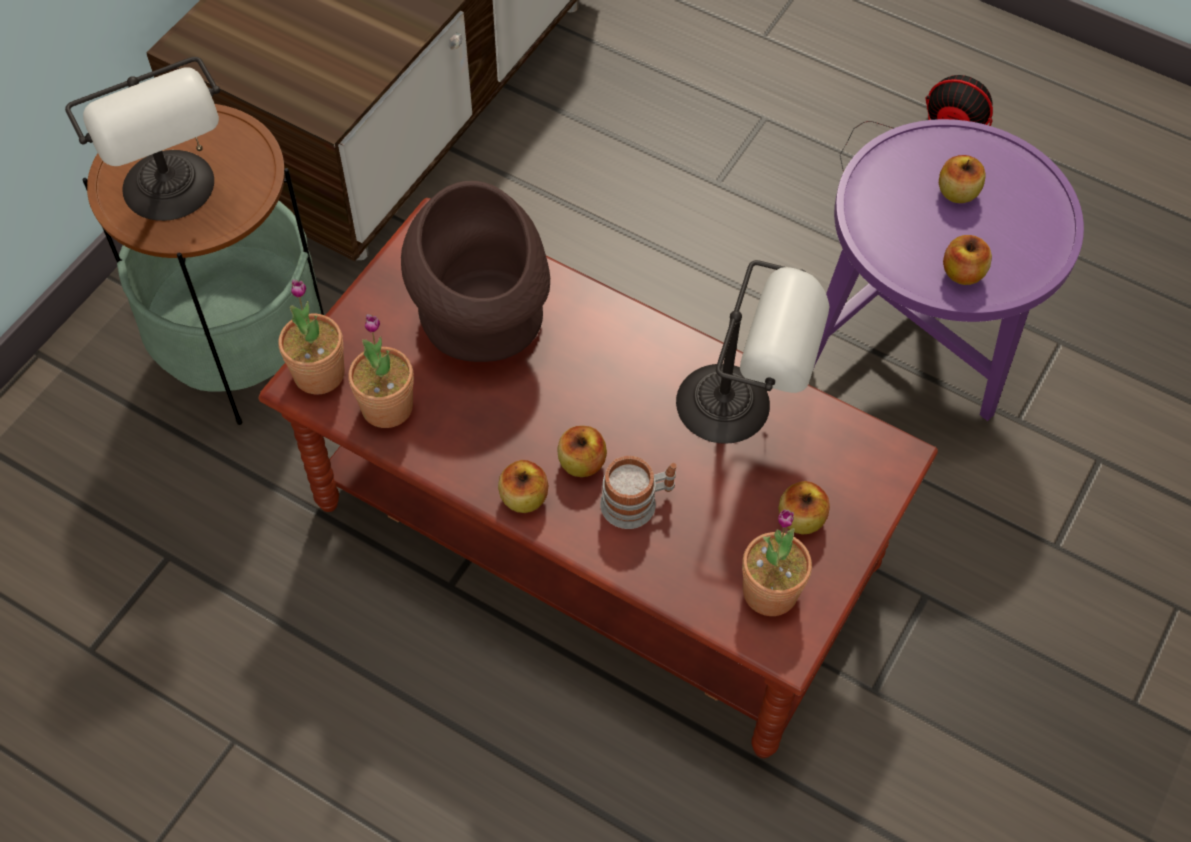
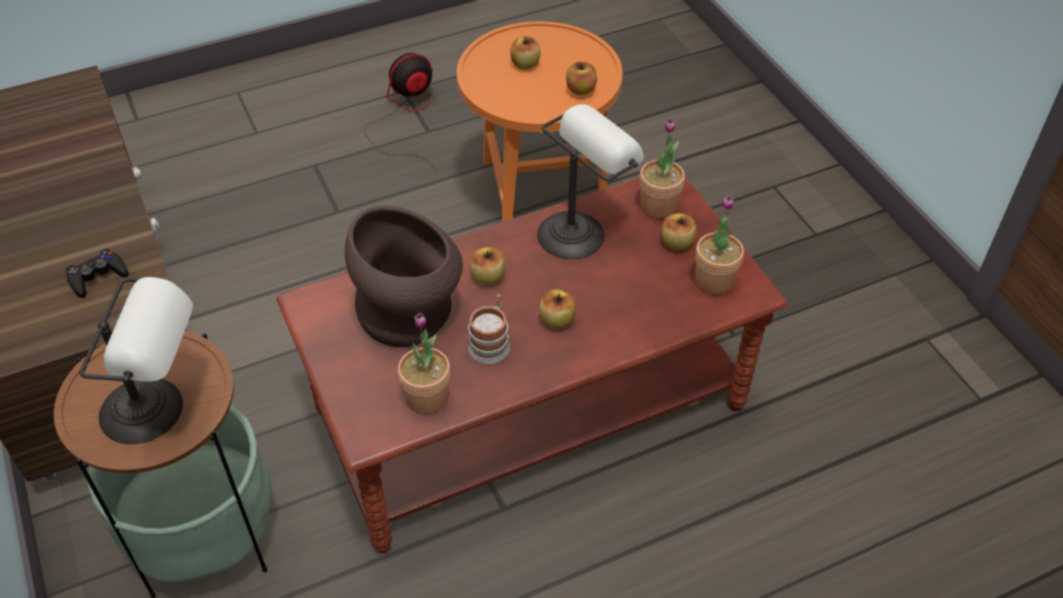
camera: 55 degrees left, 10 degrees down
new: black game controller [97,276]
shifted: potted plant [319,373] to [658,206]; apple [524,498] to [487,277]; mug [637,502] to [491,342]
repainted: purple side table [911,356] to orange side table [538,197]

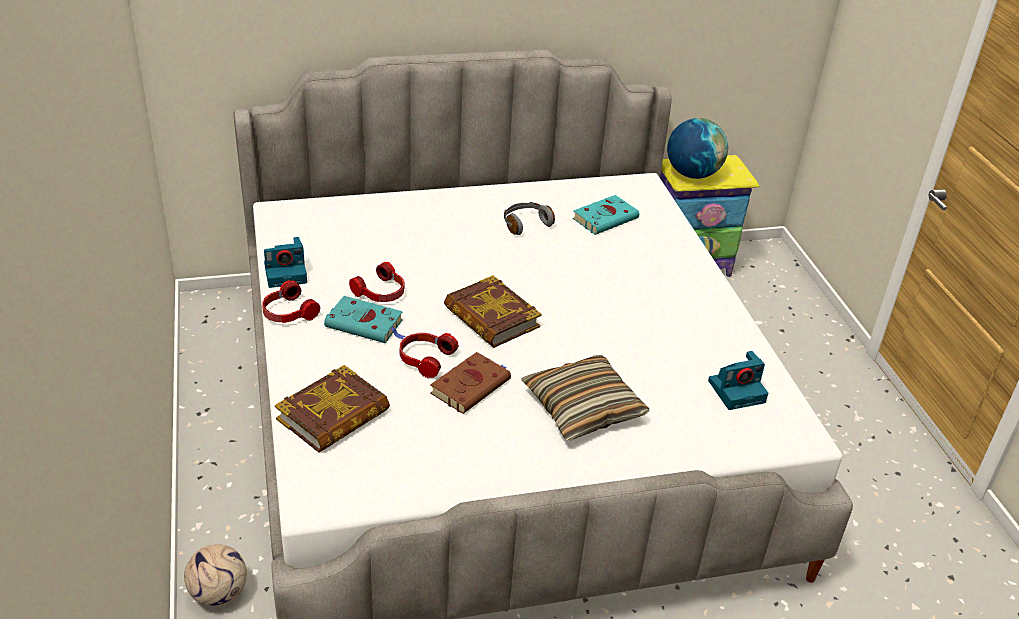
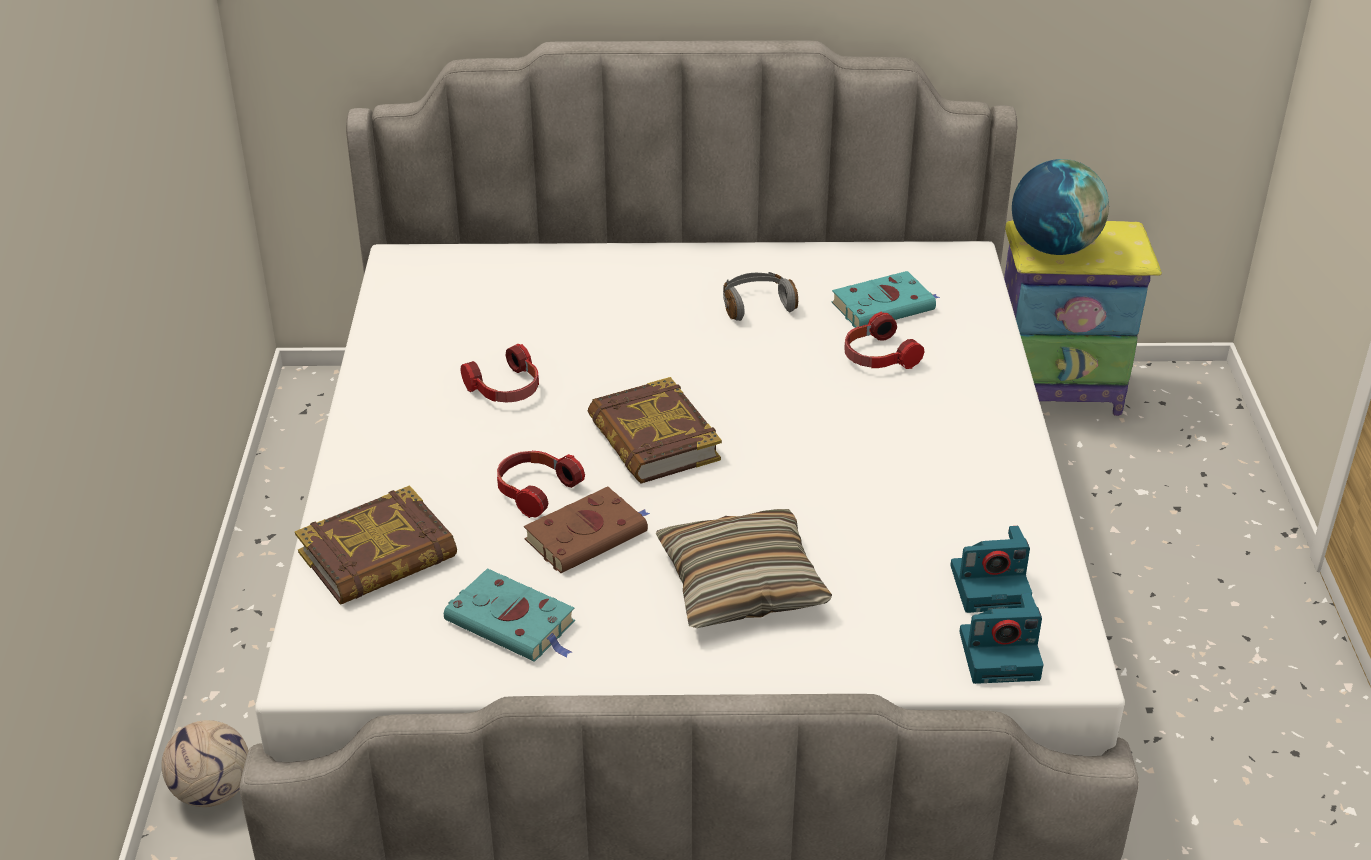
camera: 15 degrees right, 0 degrees up
shifted: headphones [288,313] to [877,357]; photo camera [286,273] to [1001,654]; turquoise book [366,324] to [513,623]

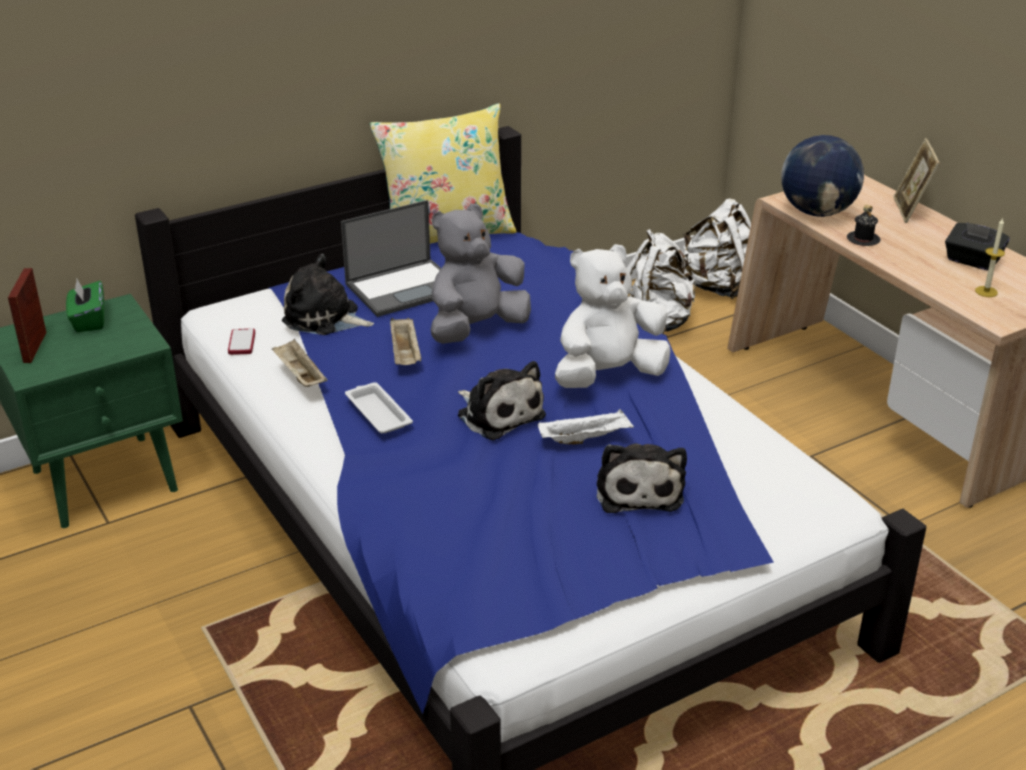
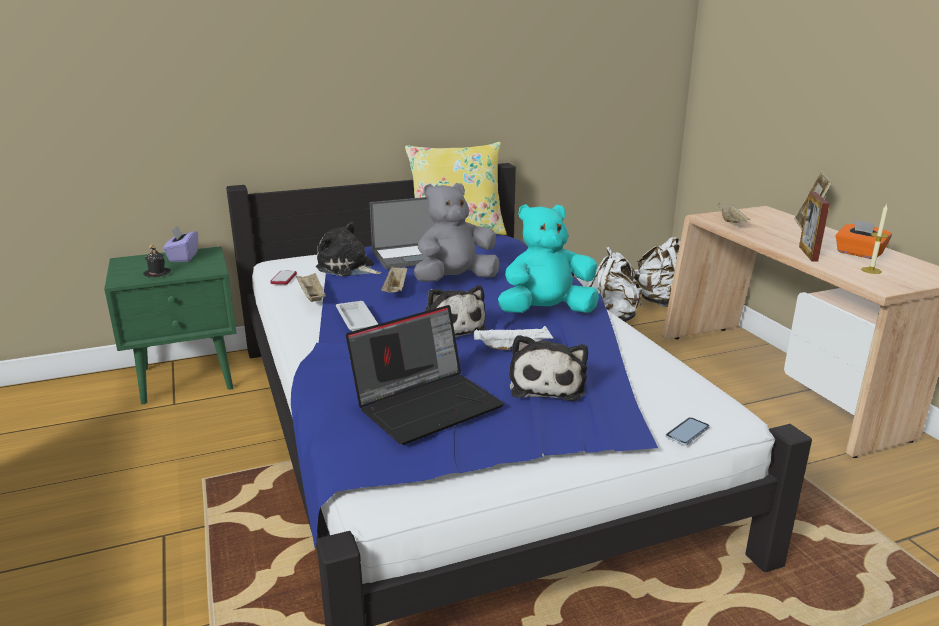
camera: 10 degrees right, 10 degrees down
new: laptop [428,404]; phone [687,432]
shifted: picture frame [35,347] to [808,254]; black mug [863,240] to [157,273]
swapped: globe [817,212] to beige tray [732,223]
repainted: green tissue box [89,320] to purple tissue box [183,257]; white plush toy [608,375] to turquoise plush toy [546,312]; black tissue box [972,261] to orange tissue box [859,253]

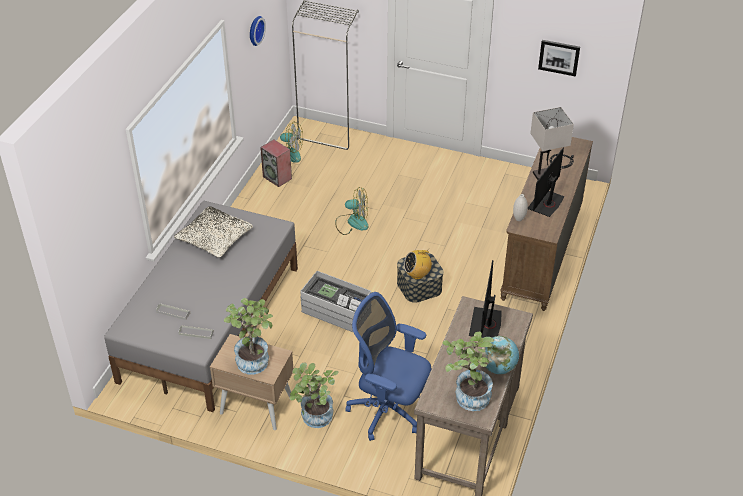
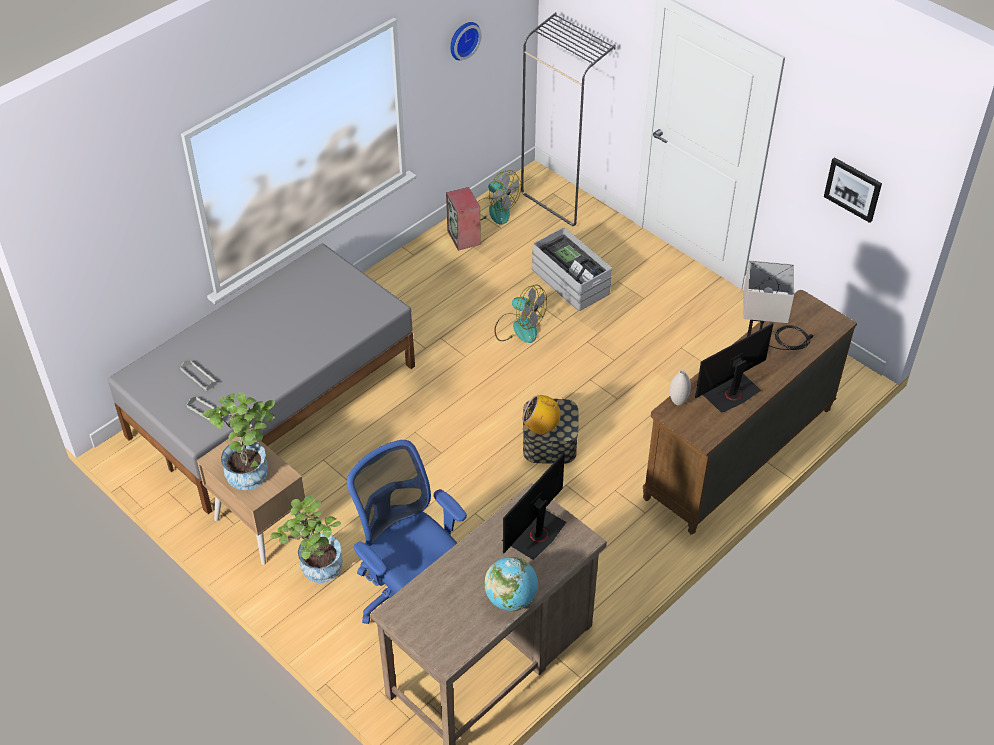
camera: 25 degrees right, 5 degrees up
gone: beige pillow [214,238]; potted plant [467,396]
shifted: grey storage box [336,311] to [571,280]

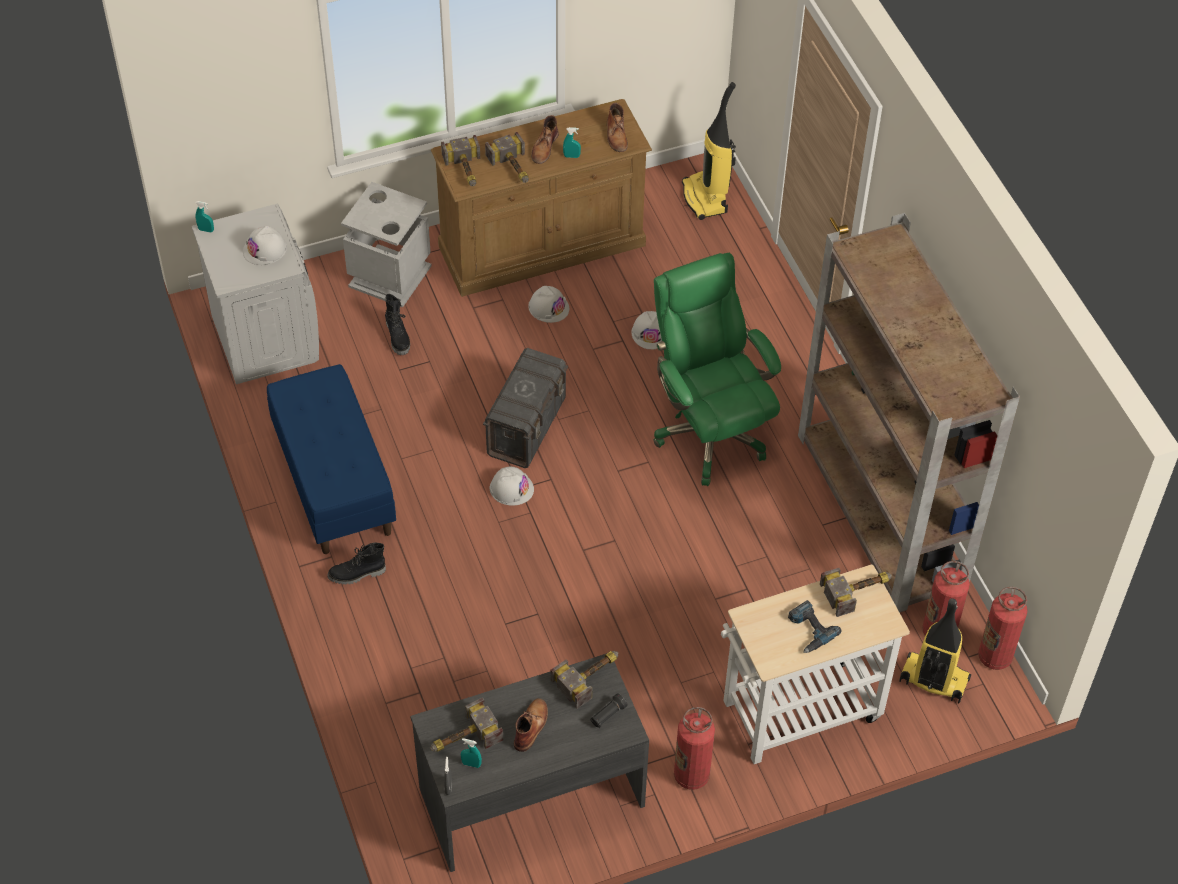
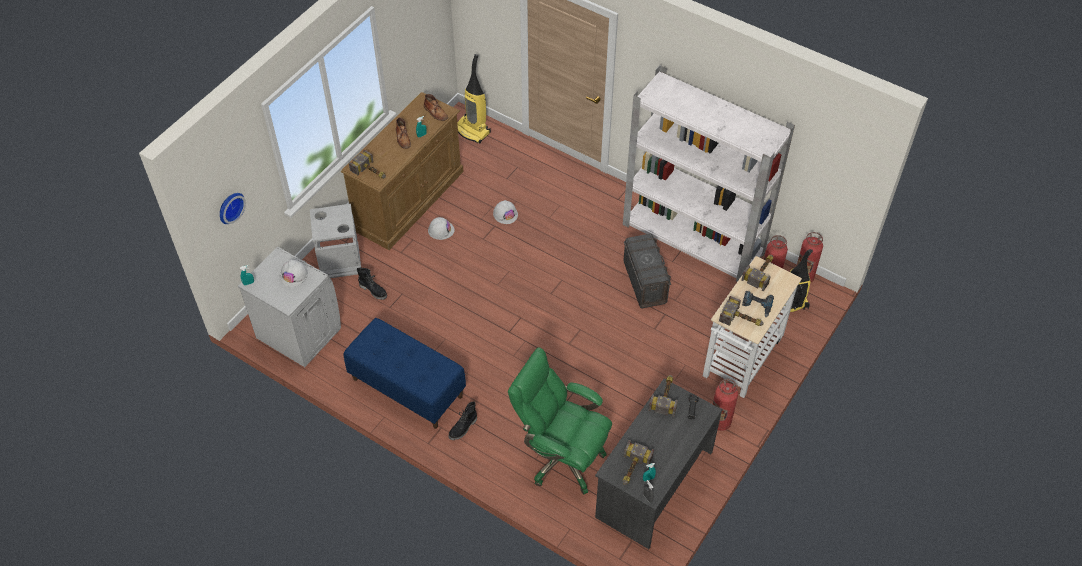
camera: 35 degrees left, 0 degrees up
gone: white hard hat [511,488]; brown boot [531,726]
new: wall clock [229,207]
shifted: grey storage box [527,426] to [645,282]; hammer [514,168] to [743,320]; green office chair [709,431] to [561,457]
repainted: brown bookcase [880,511] to white bookcase [693,239]

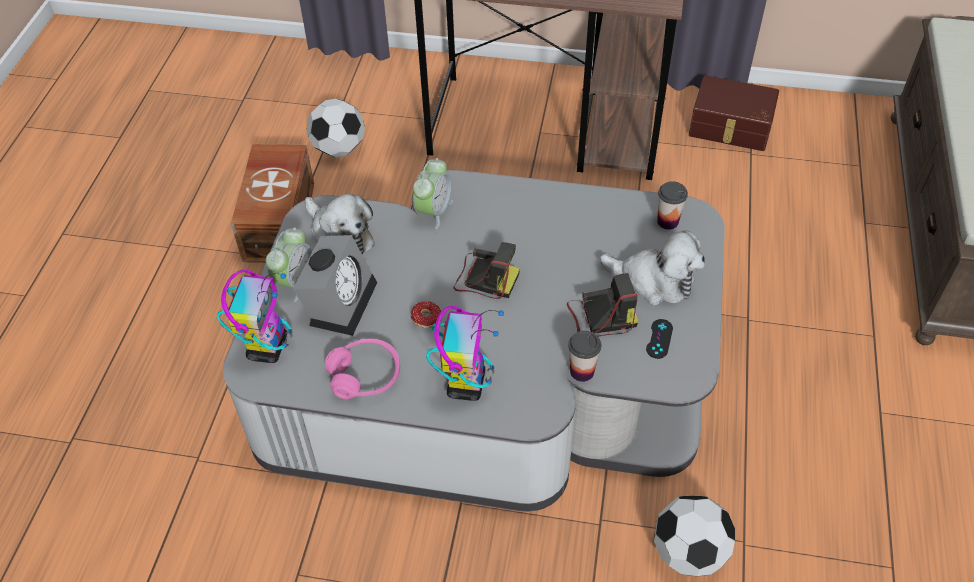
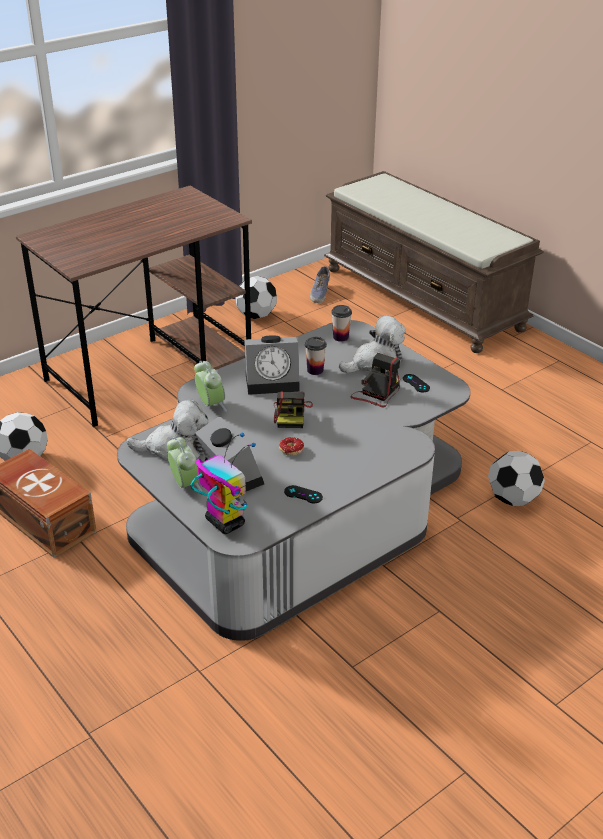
camera: 50 degrees left, 15 degrees down
gone: toy robot [466,383]
new: alarm clock [274,381]; shoe [319,292]
shifted: cup [582,371] to [315,370]
swapped: pink headphones [365,376] to black game controller [303,494]; brown storage box [730,127] to football [256,316]
rotated: photo camera [485,278] = [291,414] 120 degrees clockwise

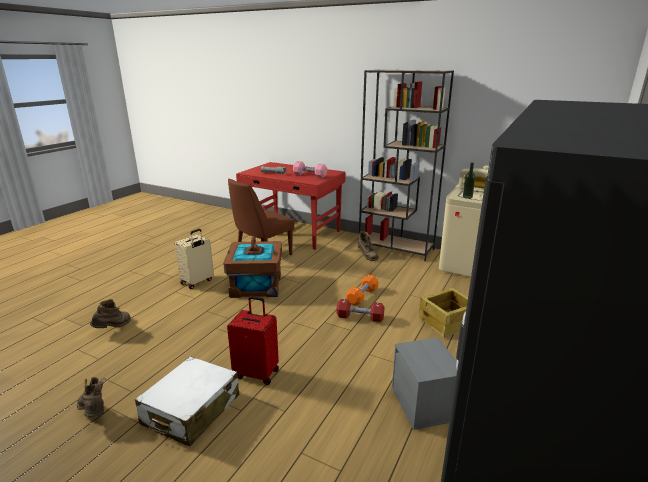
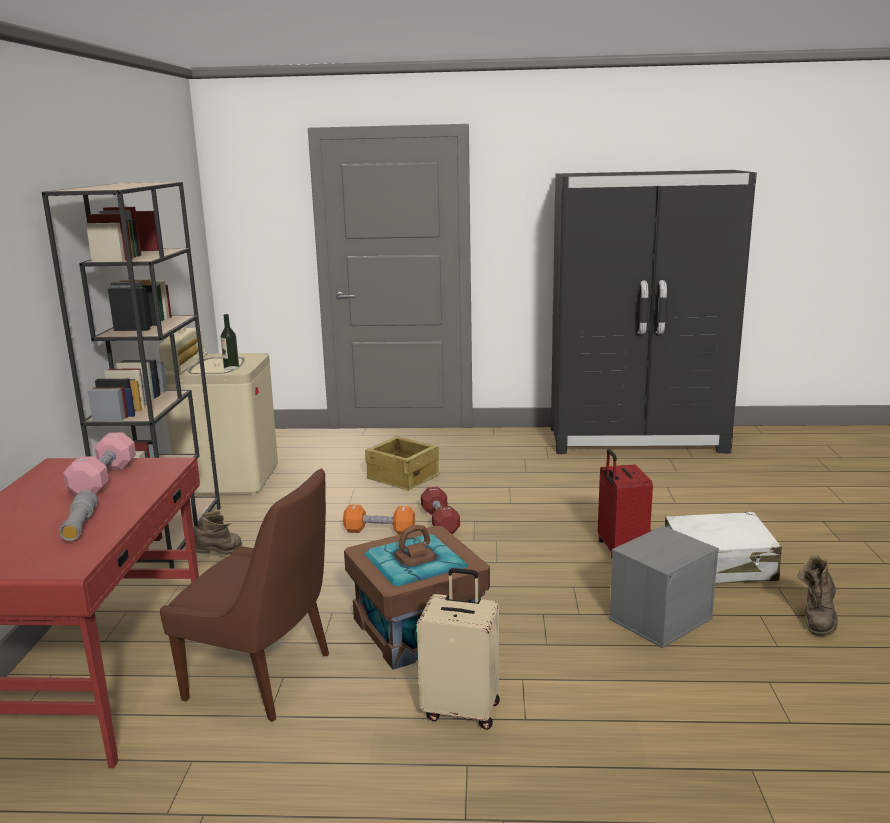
camera: 115 degrees left, 5 degrees down
gone: brown boot [113,328]
shifted: grey storage box [425,404] to [660,618]

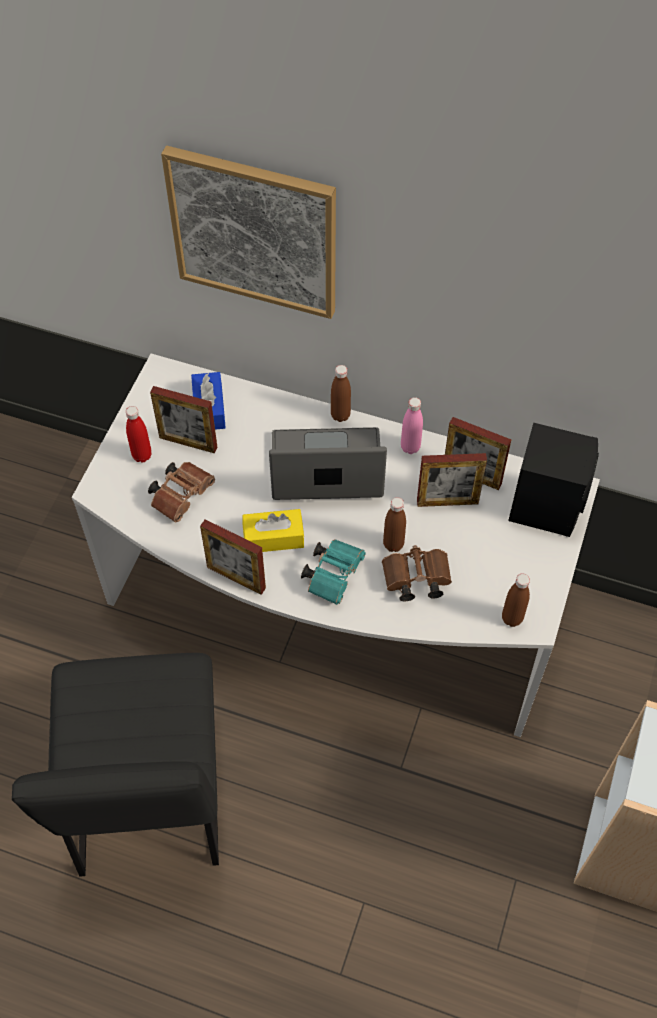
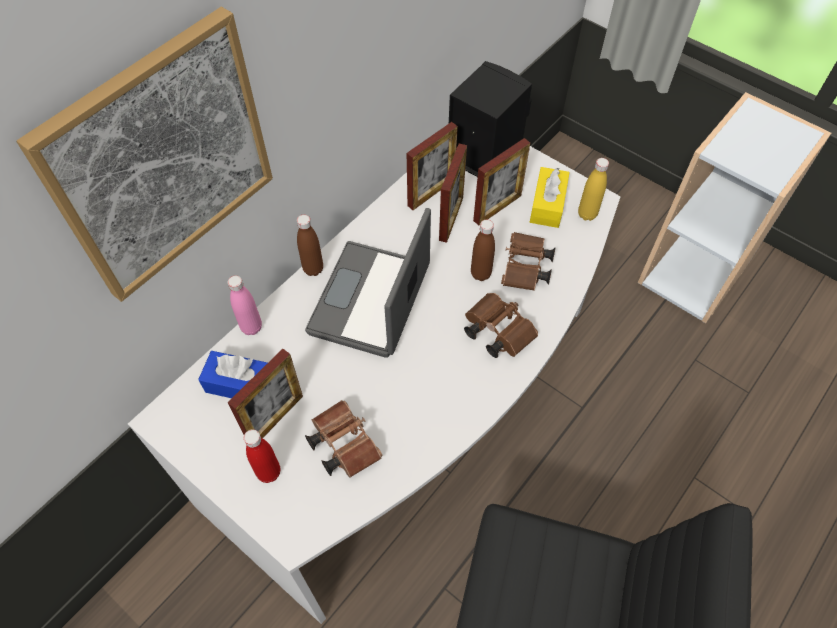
camera: 70 degrees left, 0 degrees up
shifted: picture frame [236,577] to [497,208]; yellow tissue box [273,537] to [547,205]; pink bottle [410,447] to [251,327]
repainted: turquoise binoculars [334,574] to brown binoculars [495,331]; brown bottle [512,618] to yellow bottle [587,214]

